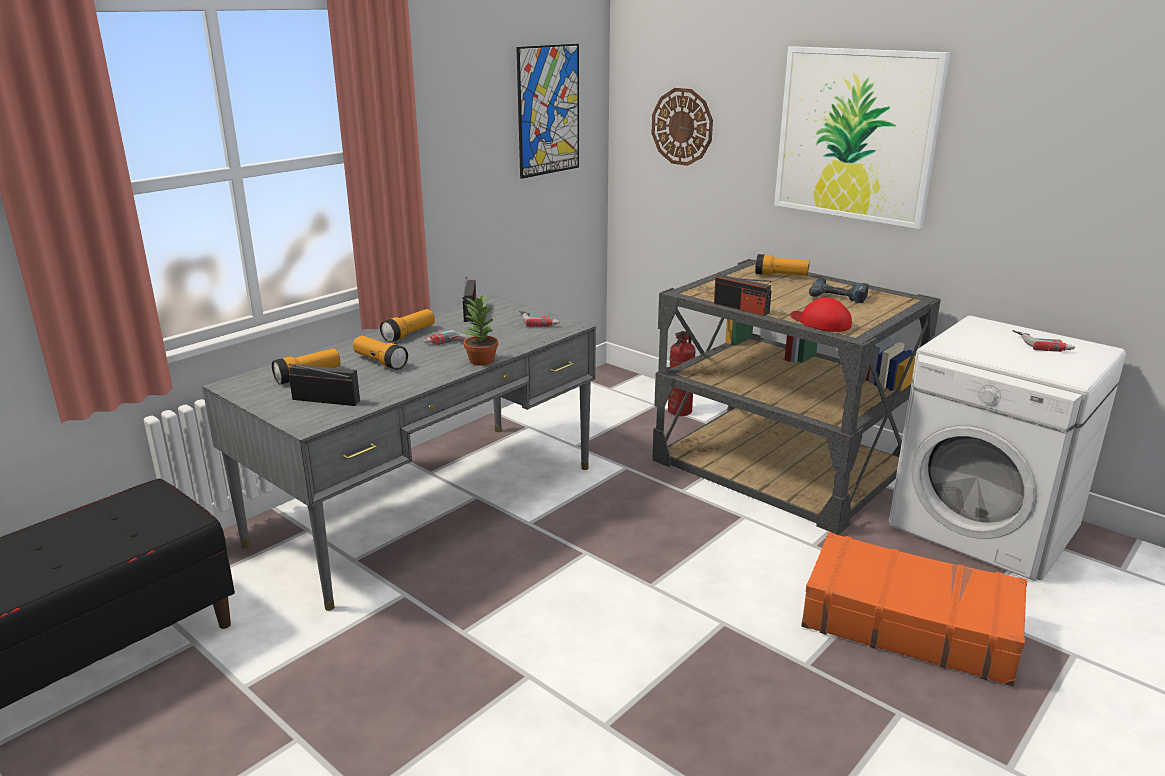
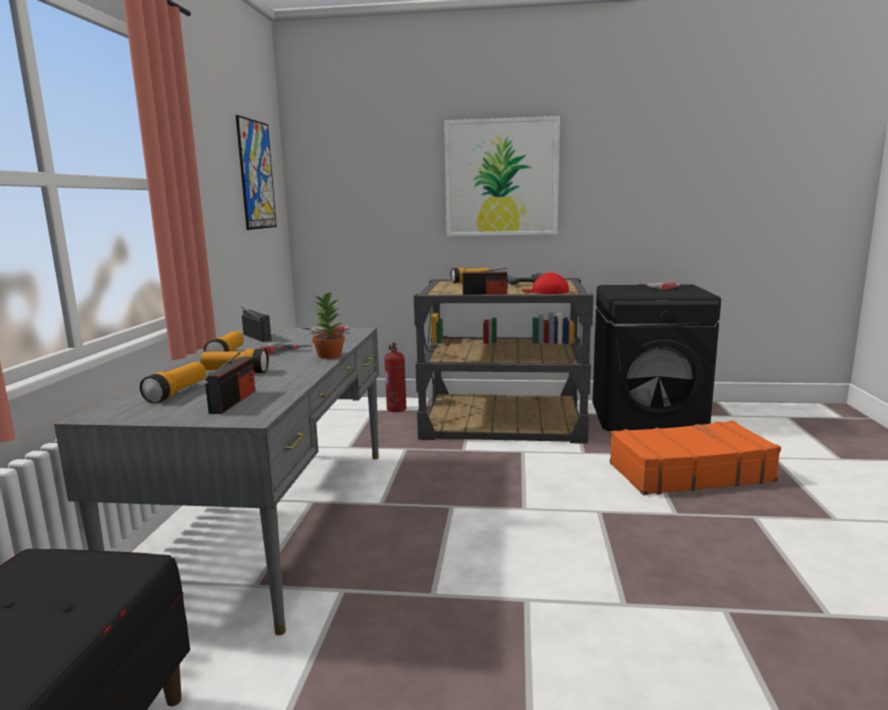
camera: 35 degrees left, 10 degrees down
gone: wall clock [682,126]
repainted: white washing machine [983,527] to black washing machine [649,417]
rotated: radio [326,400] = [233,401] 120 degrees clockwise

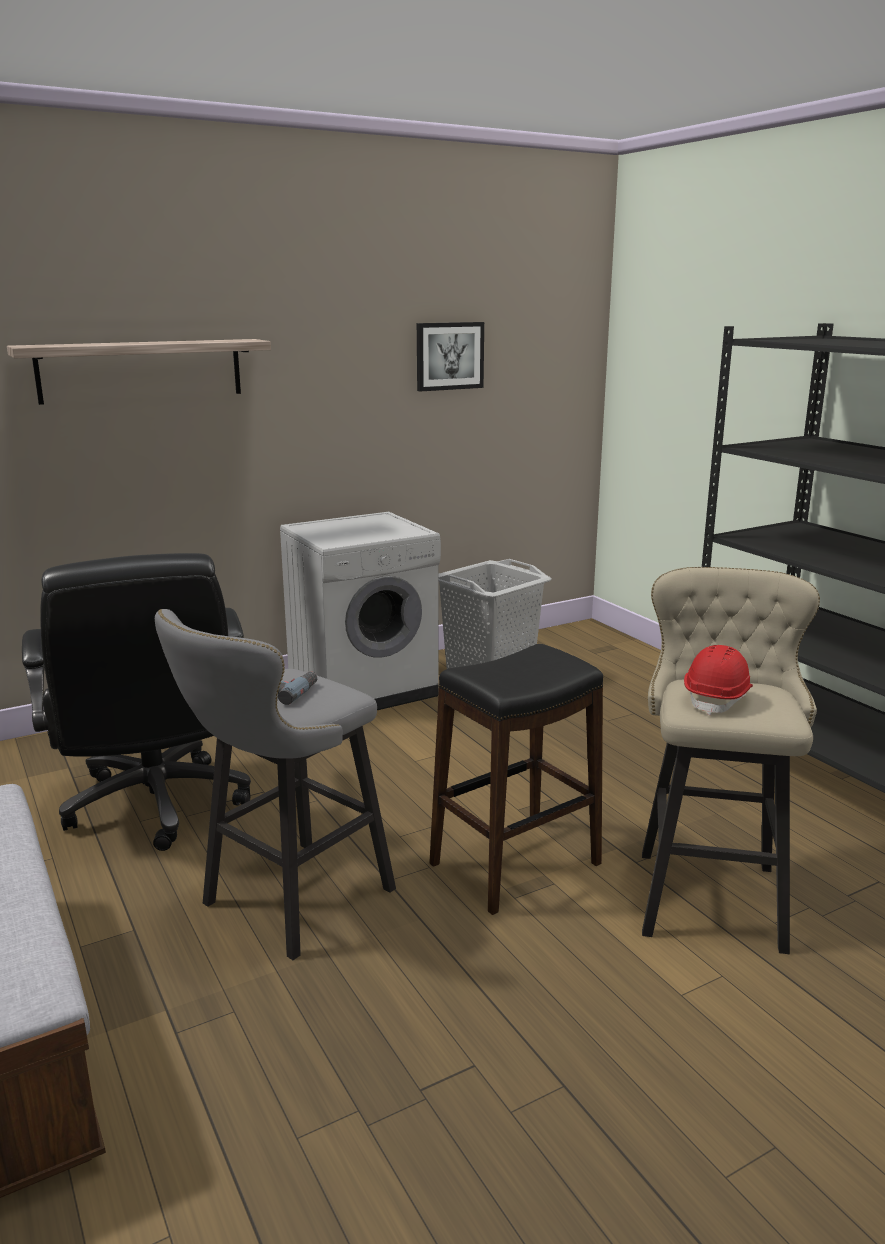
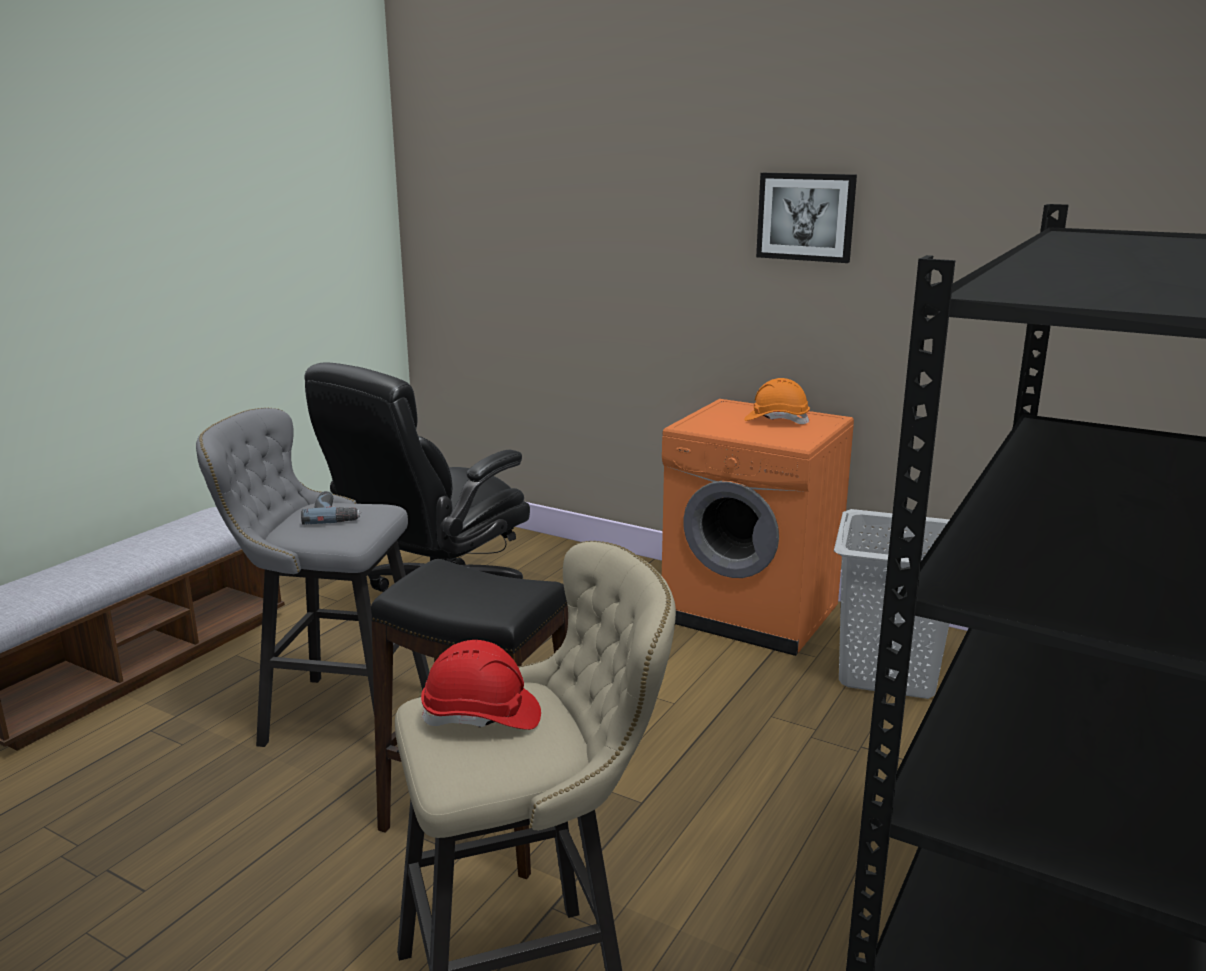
camera: 60 degrees right, 0 degrees up
gone: shelf [141,370]
new: orange hard hat [776,421]
shifted: picture [449,356] to [806,217]
repainted: white washing machine [364,691] to orange washing machine [749,614]

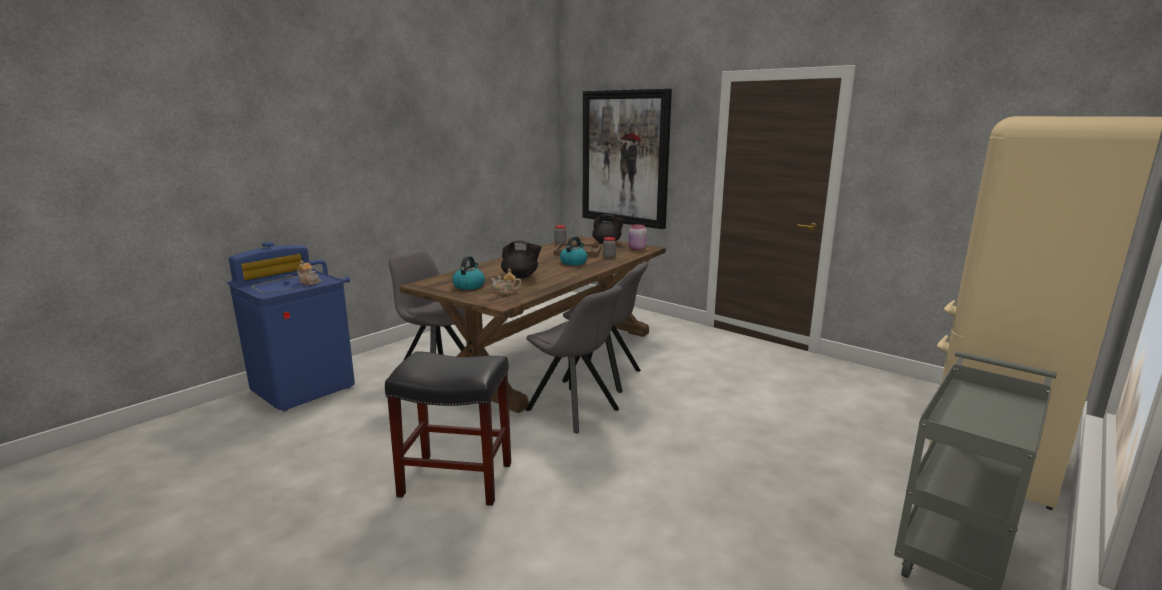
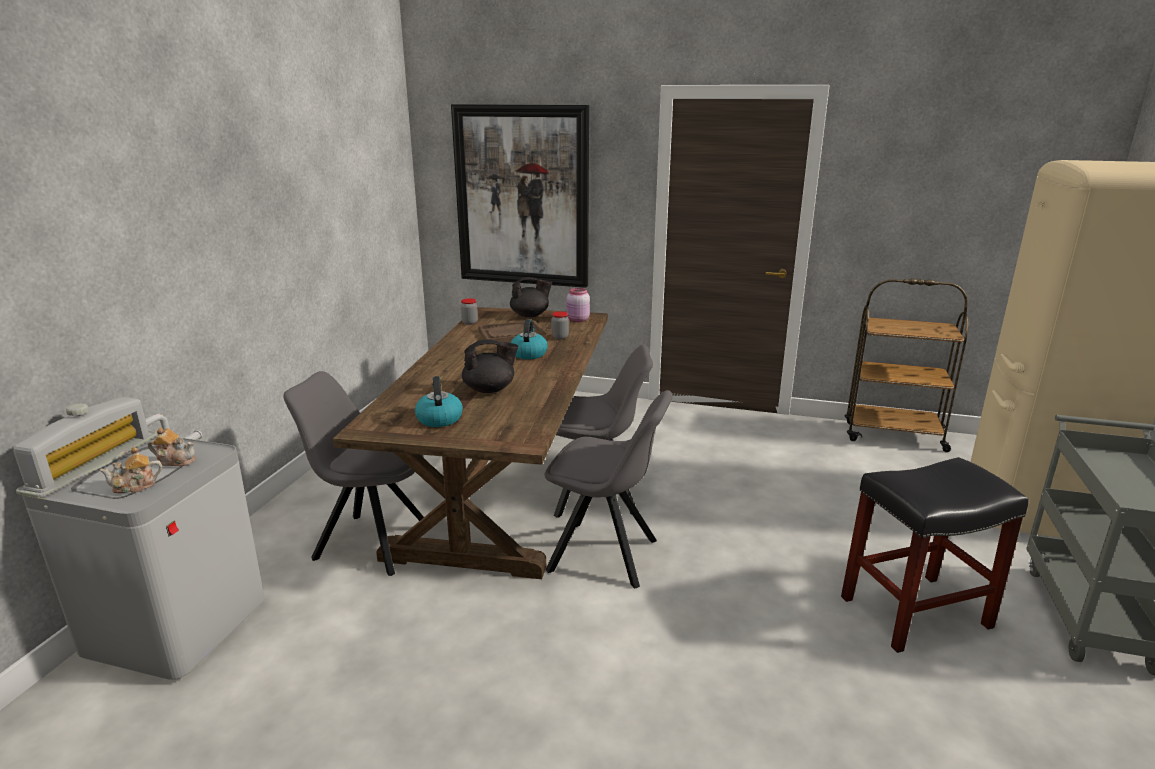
camera: 25 degrees left, 5 degrees up
new: brown cart [893,436]
shifted: black stool [455,480] to [914,613]; teapot [506,292] to [135,486]
repainted: blue washing machine [305,388] to grey washing machine [178,625]

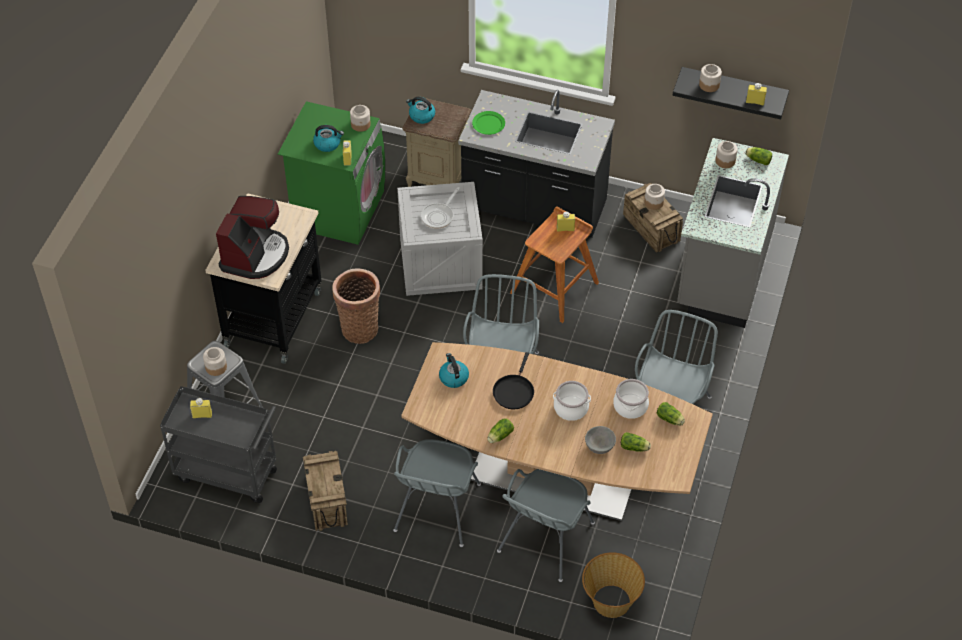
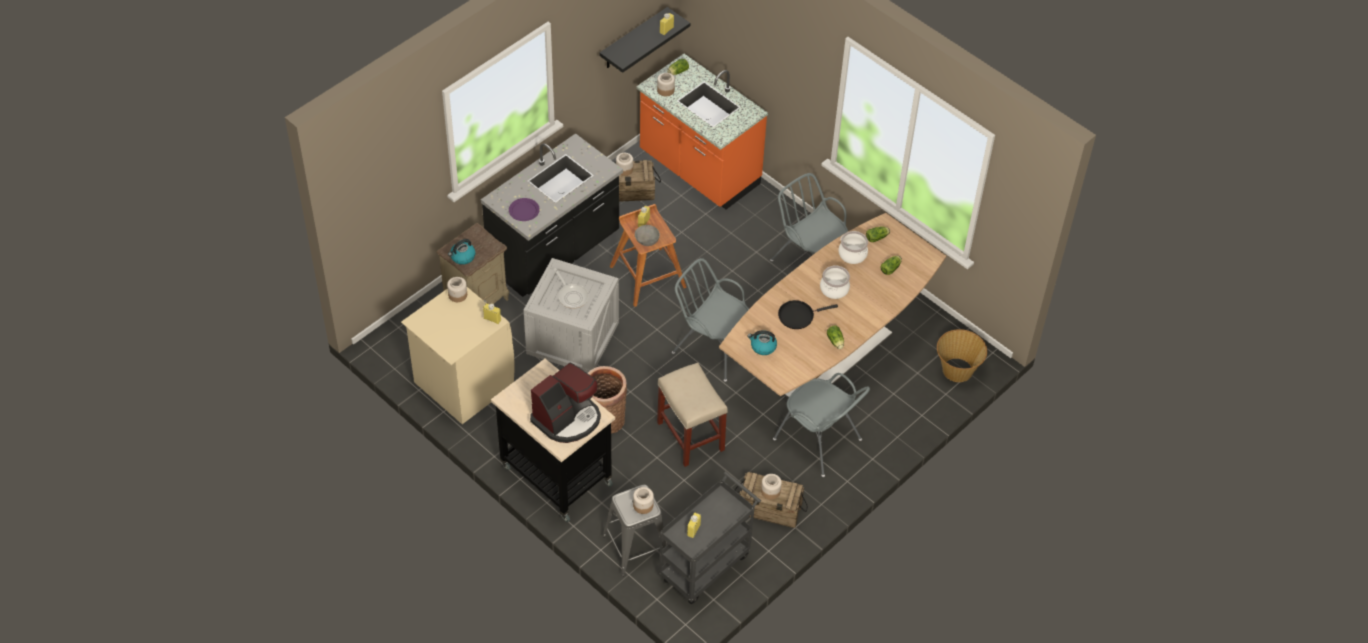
camera: 65 degrees left, 0 degrees up
gone: kettle [328,144]; grey chair [544,540]
new: beige stool [690,435]
shifted: grey bowl [599,446] to [646,241]; jar [709,85] to [770,491]
repainted: green washing machine [337,208] to beige washing machine [462,383]; green plate [488,124] to purple plate [523,211]; grey counter [722,271] to orange counter [698,170]
rotated: coffee machine [255,255] = [567,418] 90 degrees clockwise; black frying pan [514,391] = [798,316] 120 degrees clockwise

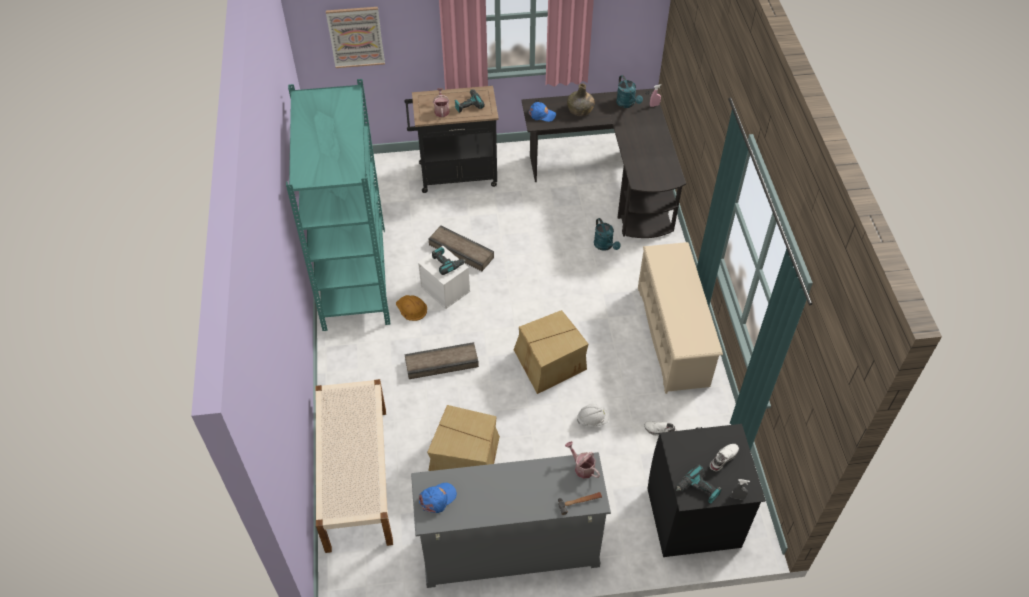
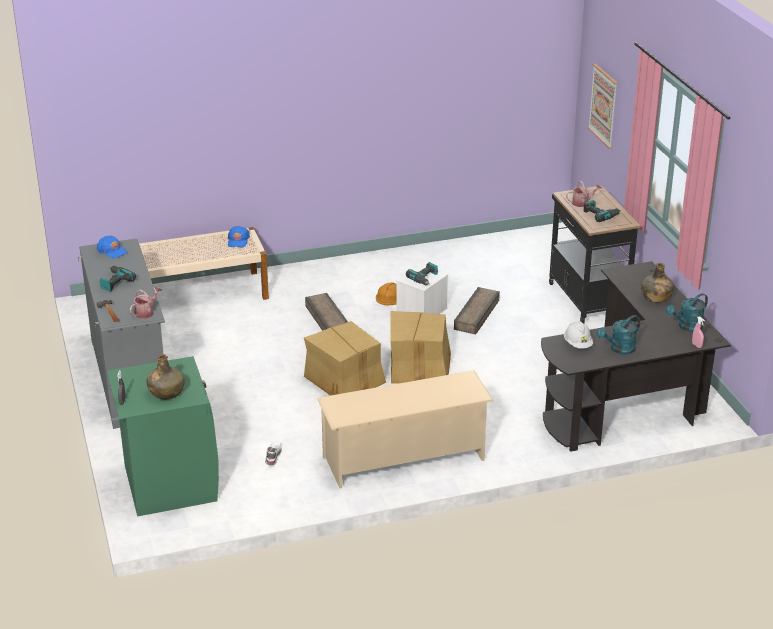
camera: 80 degrees right, 20 degrees down
gone: turquoise bookcase [354,277]
shifted: cardboard box [465,456] to [418,366]; blue cap [541,114] to [238,241]; white hard hat [592,420] to [577,344]; turquoise watering can [605,246] to [619,349]; power drill [698,489] to [114,282]
swapped: white shoe [723,458] to green bottle [166,392]
repainted: black washing machine [692,519] to green washing machine [168,482]

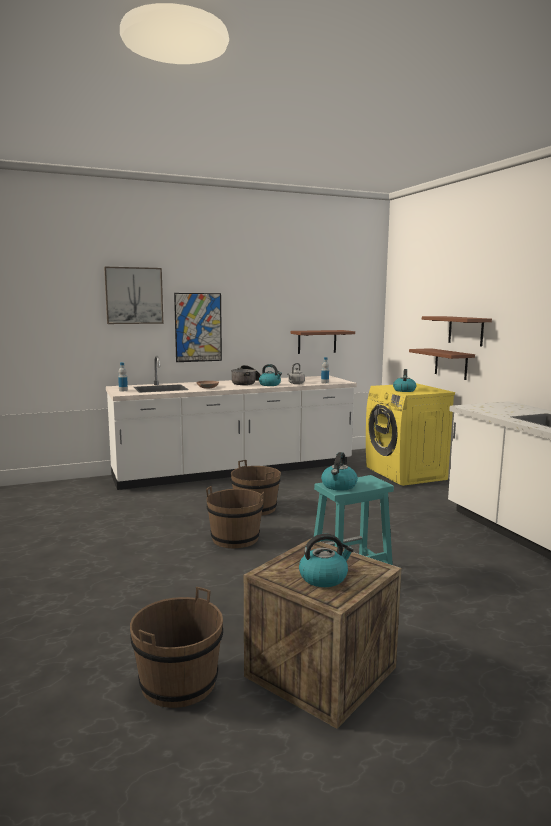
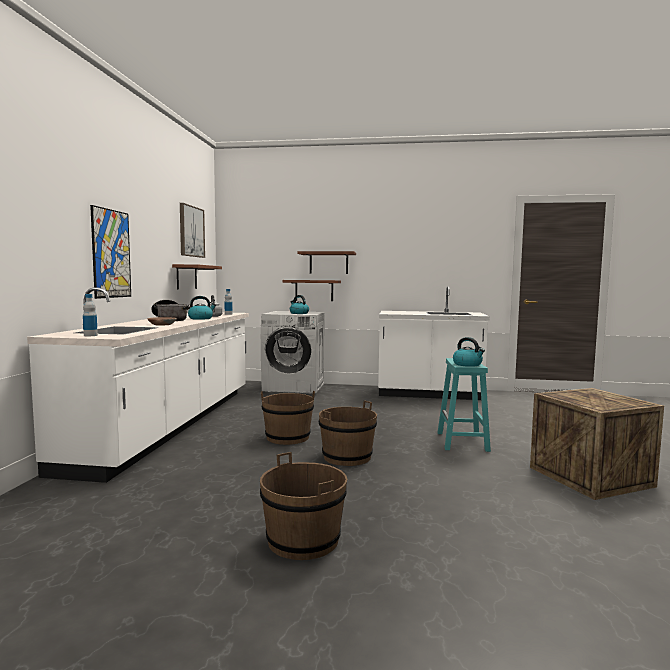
camera: 60 degrees left, 5 degrees down
gone: kettle [324,577]
shifted: picture [134,295] to [191,231]; brown bucket [179,682] to [303,540]
repainted: yellow washing machine [405,475] to white washing machine [294,388]

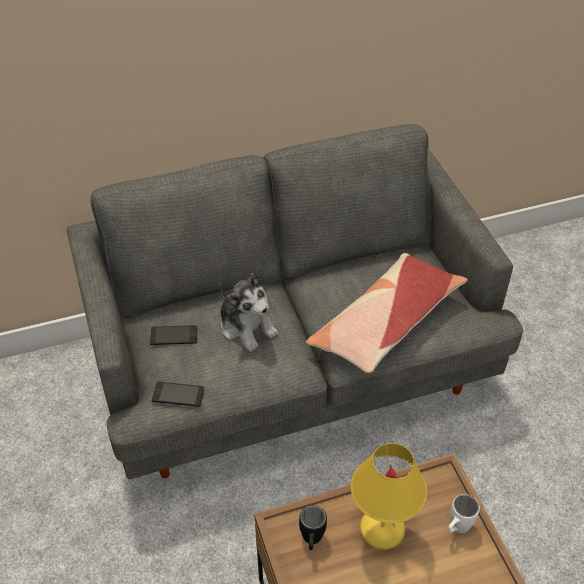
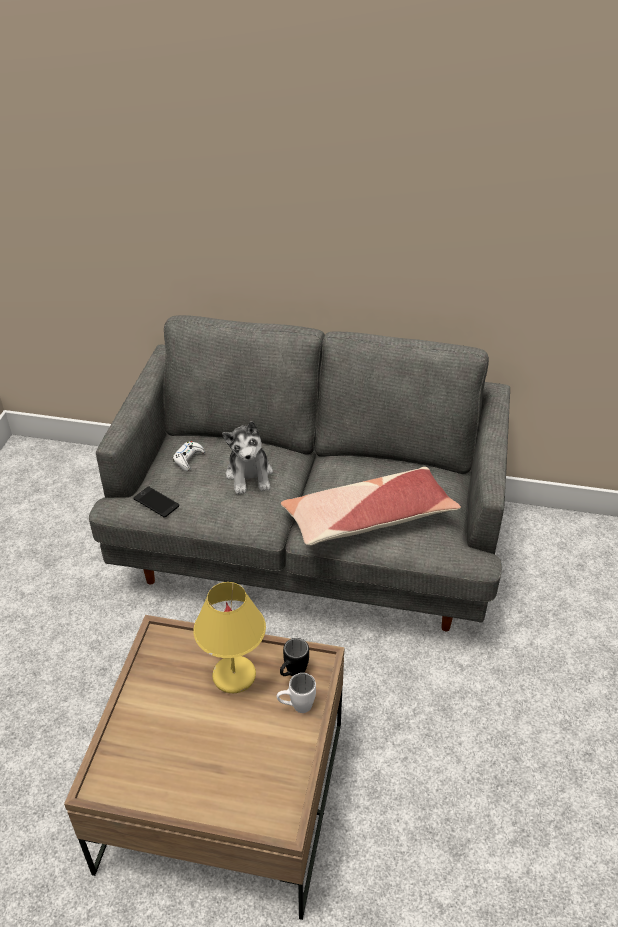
camera: 30 degrees right, 5 degrees down
shifted: black mug [311,542] to [292,674]
swapped: phone [174,335] to white game controller [188,459]

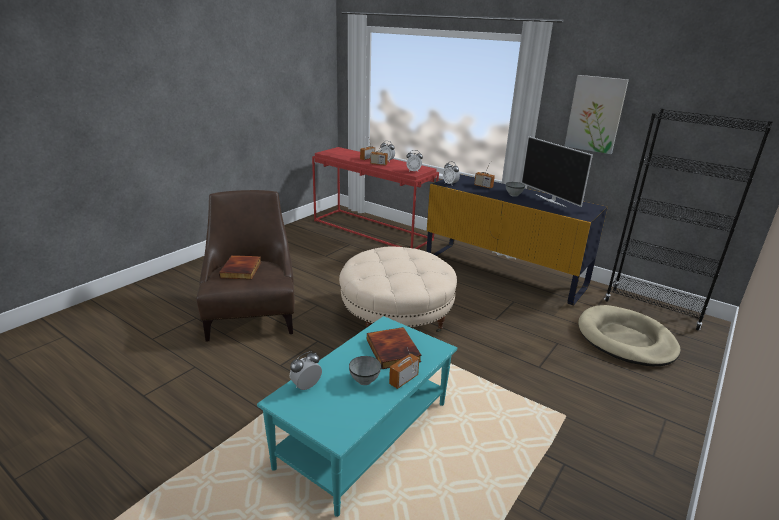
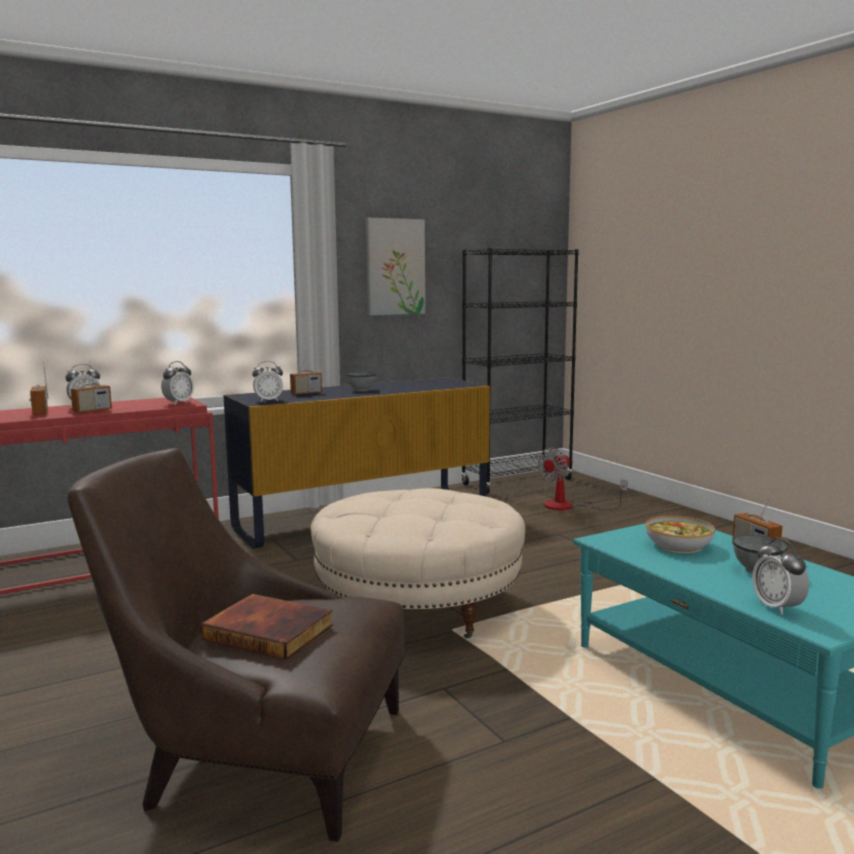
camera: 65 degrees left, 15 degrees down
gone: television [551,200]
swapped: book [394,350] to bowl [679,545]; beige dog bed [625,339] to fan [569,506]

